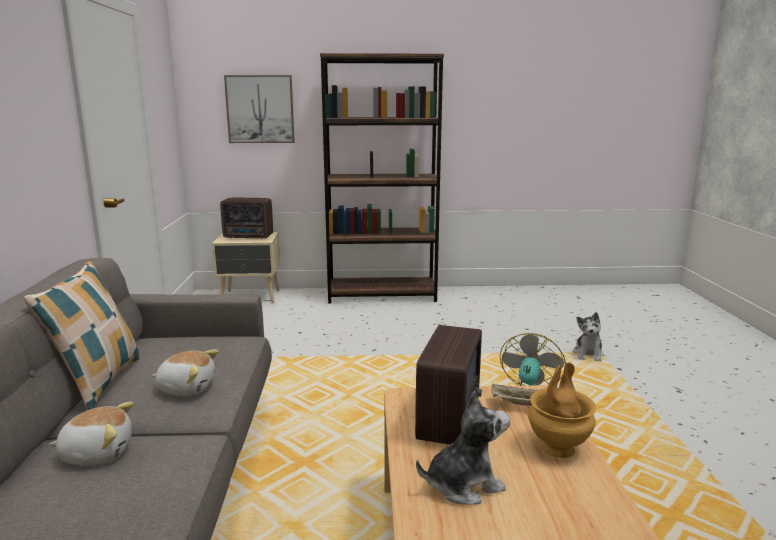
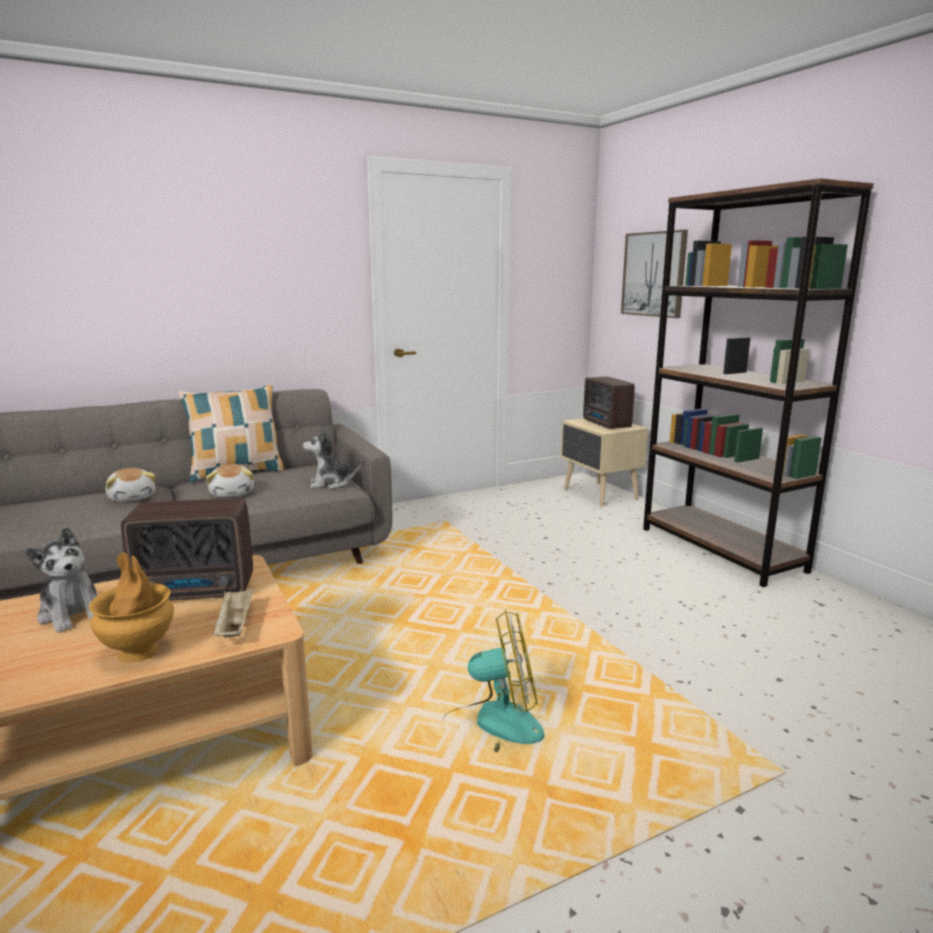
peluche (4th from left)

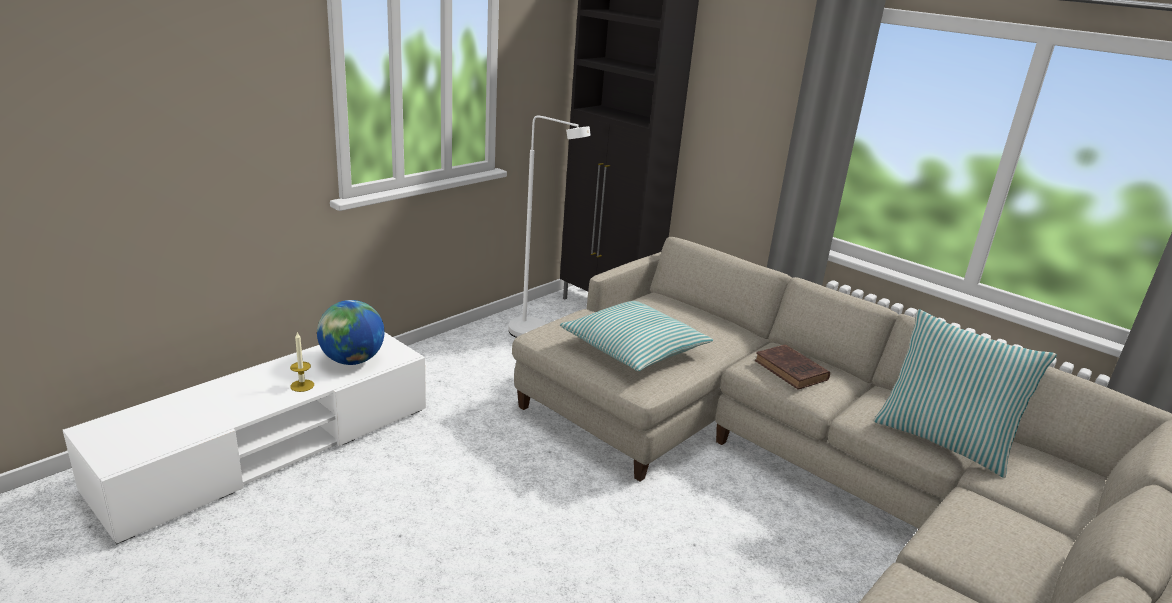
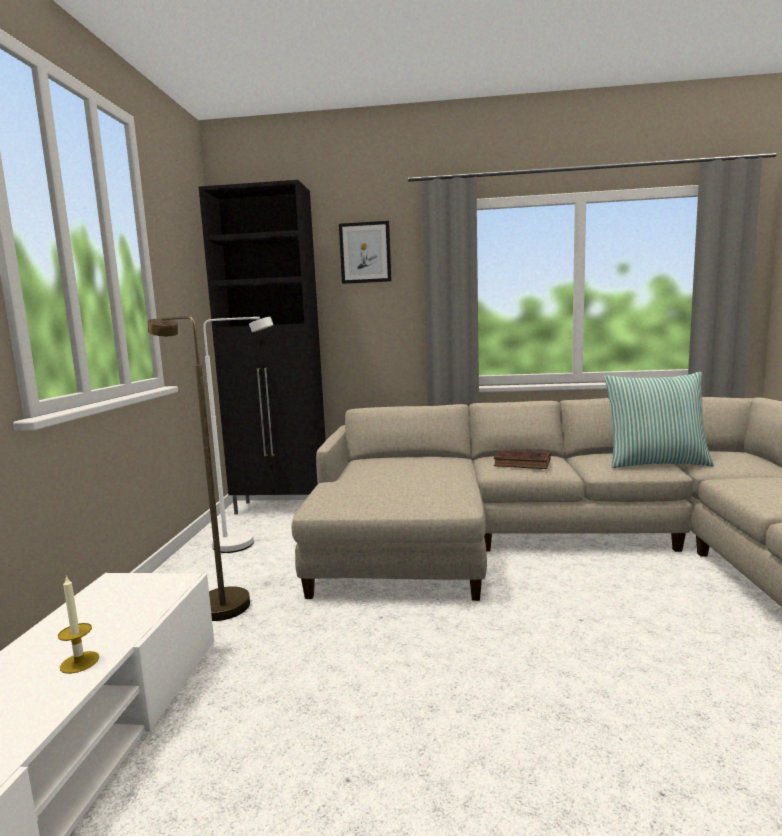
globo terráqueo; cojín (1st from left in the first image); cuadro; lámpara de pie (marrón)

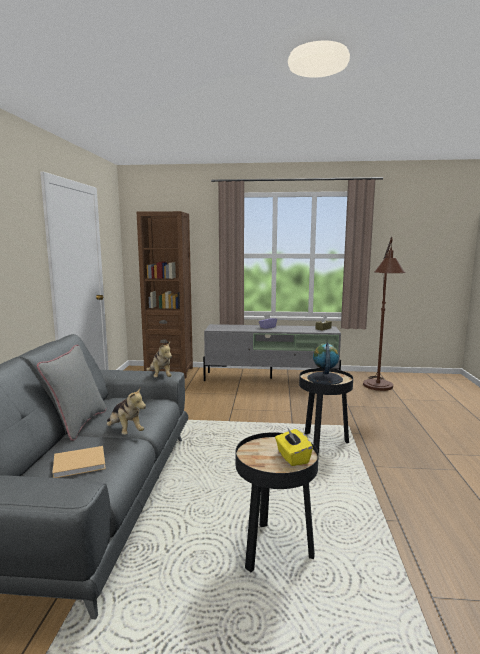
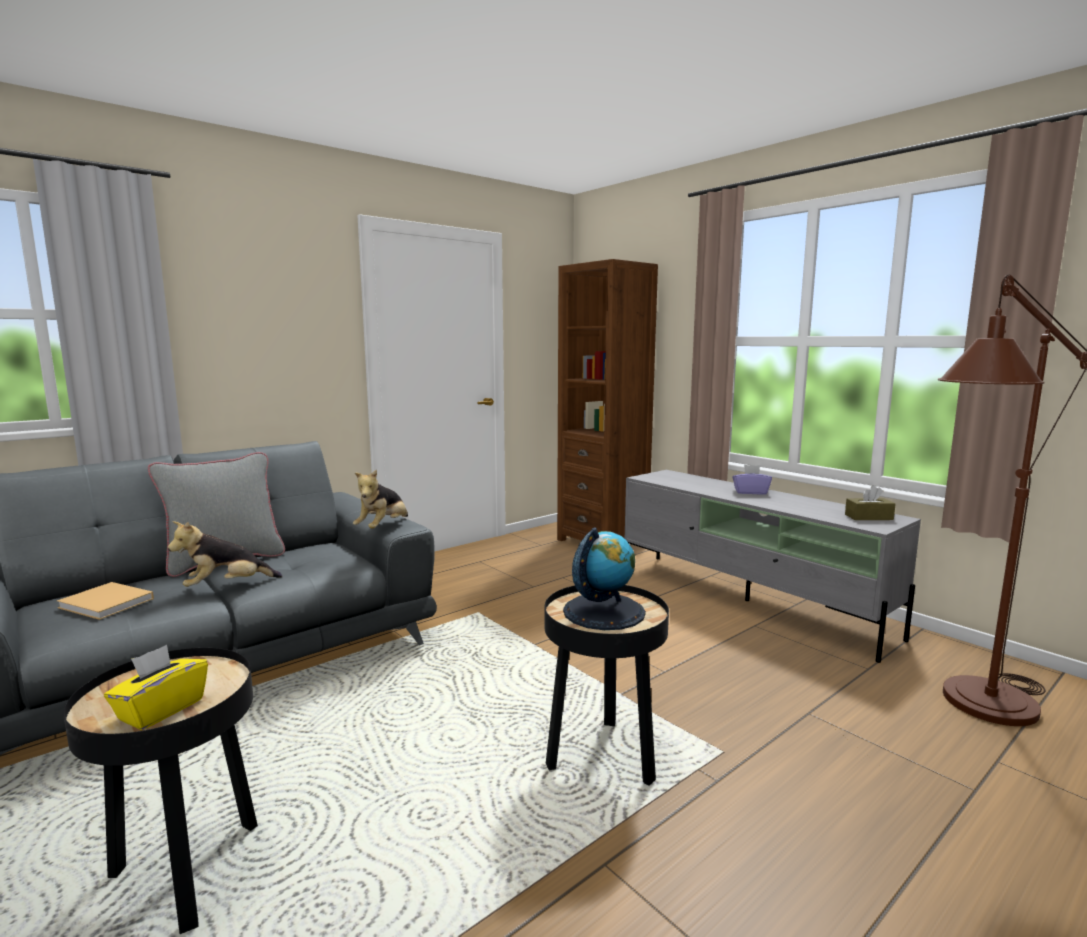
peluche (1st from left)

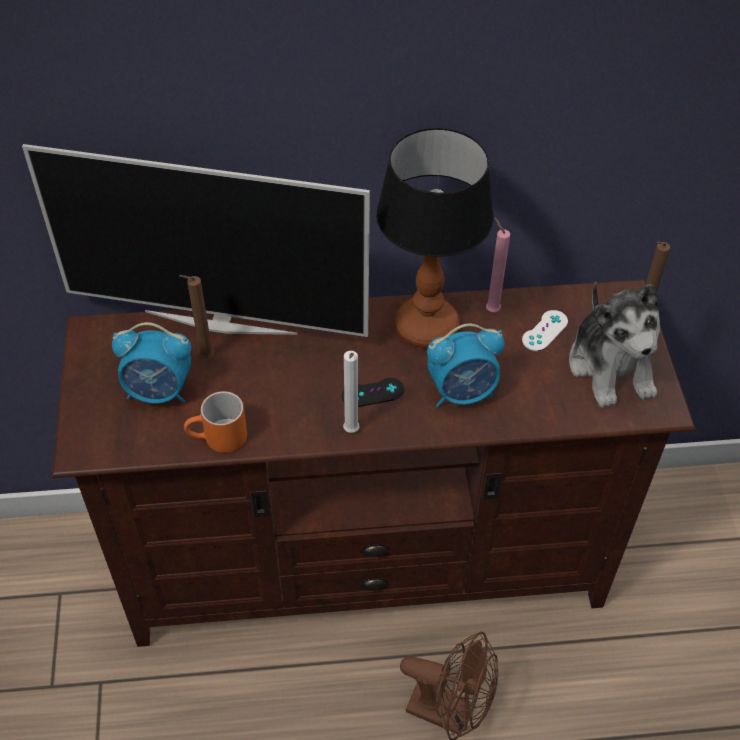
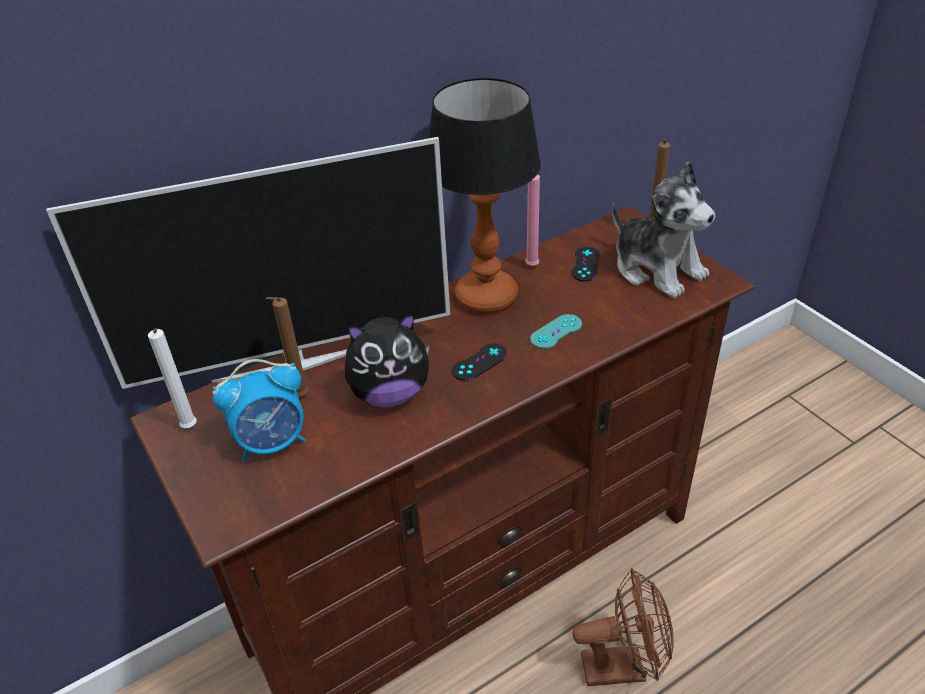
mando de consola (negro) (2nd from left); mando de consola (turquesa); vela (blanco); taza grande (naranja); peluche (1st from left)

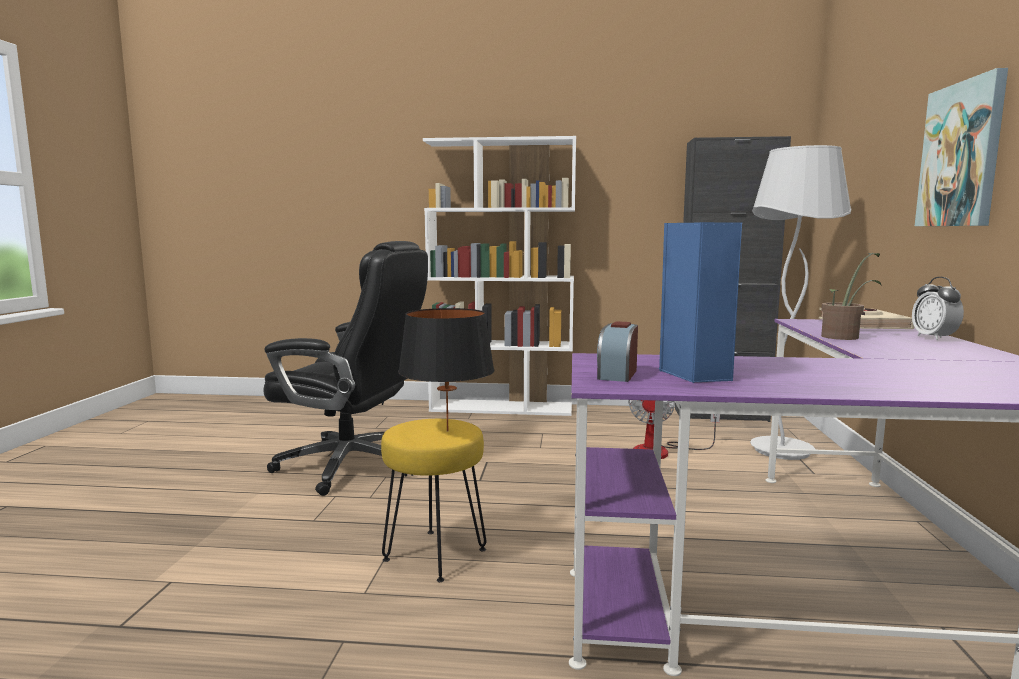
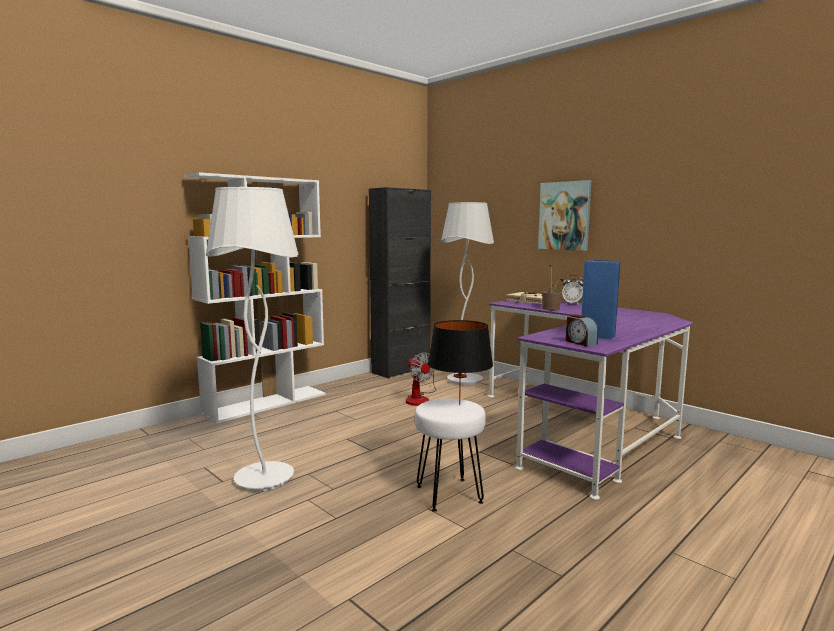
lámpara de pie (blanco) (1st from left); taburete (blanco)

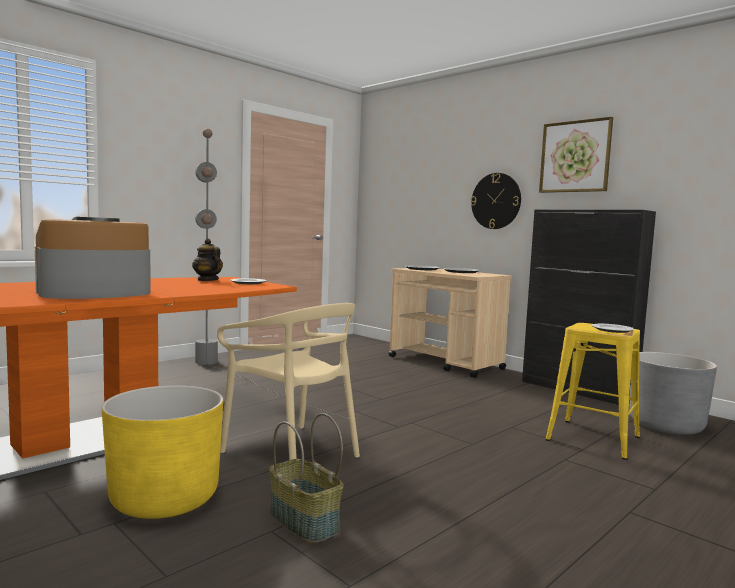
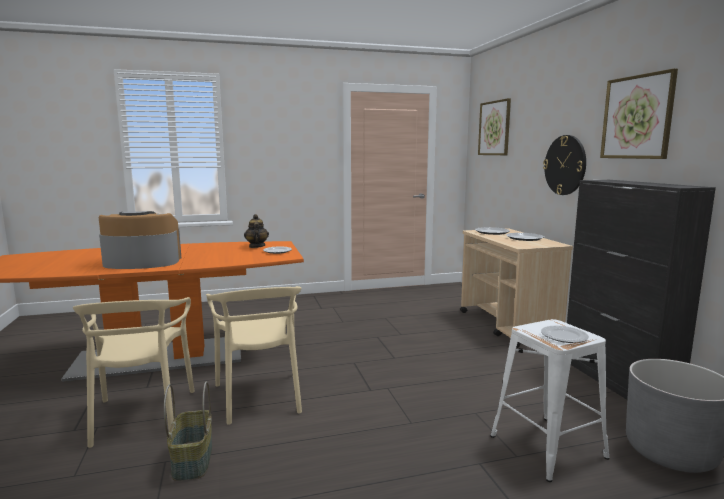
lámpara de pie (gris); taburete (blanco); silla (beis) (1st from left); cuadro (1st from left)

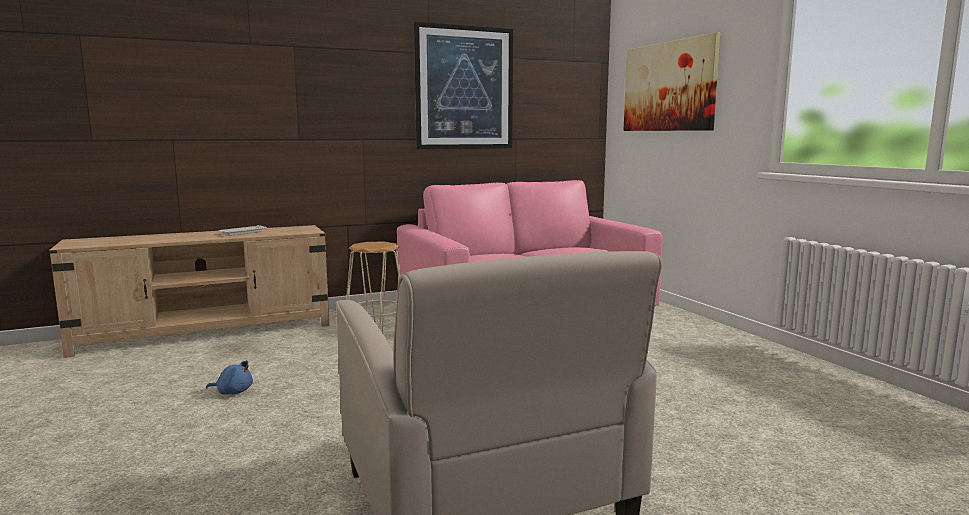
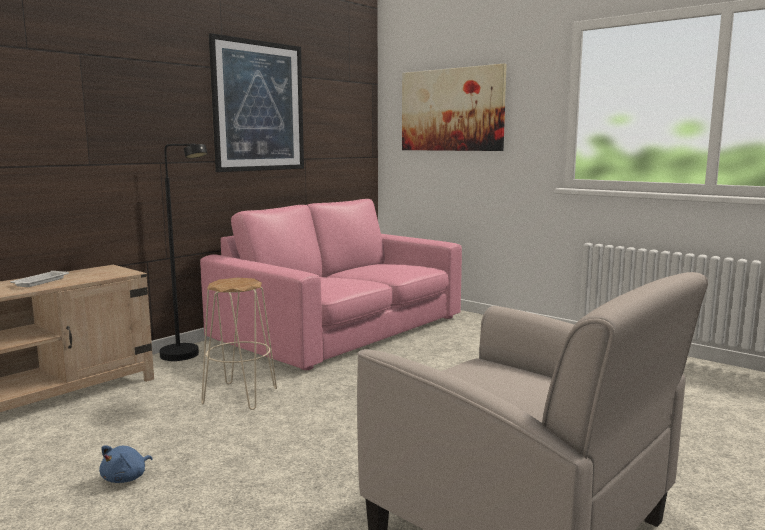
peluche (azul); lámpara de pie (negro)

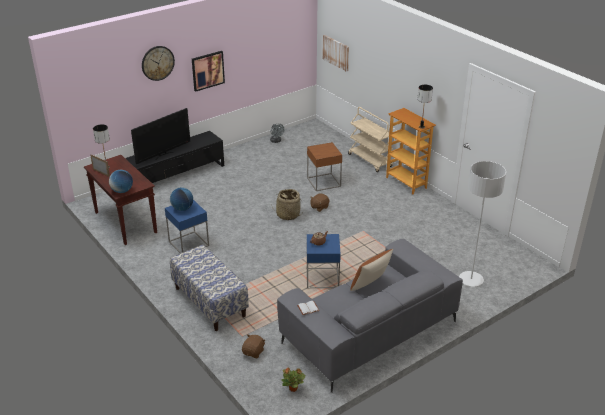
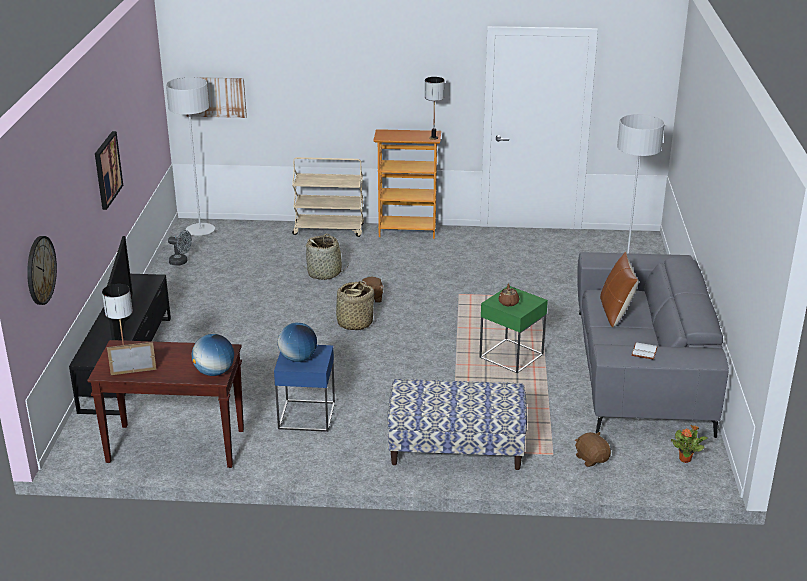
reloj de pared; cesta (1st from left); mesa auxiliar (verde); lámpara de pie (gris) (1st from left)

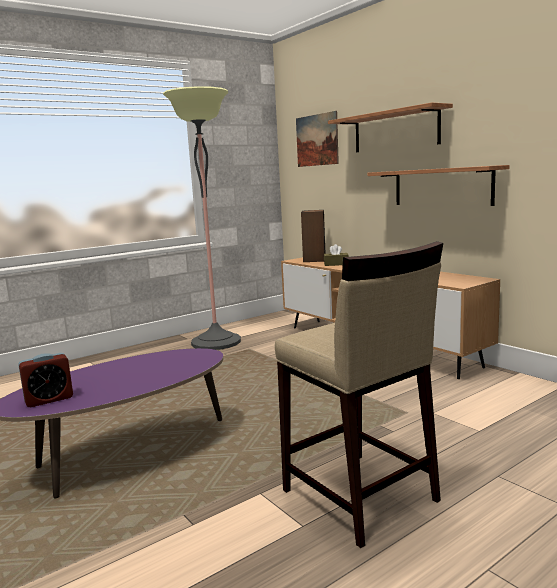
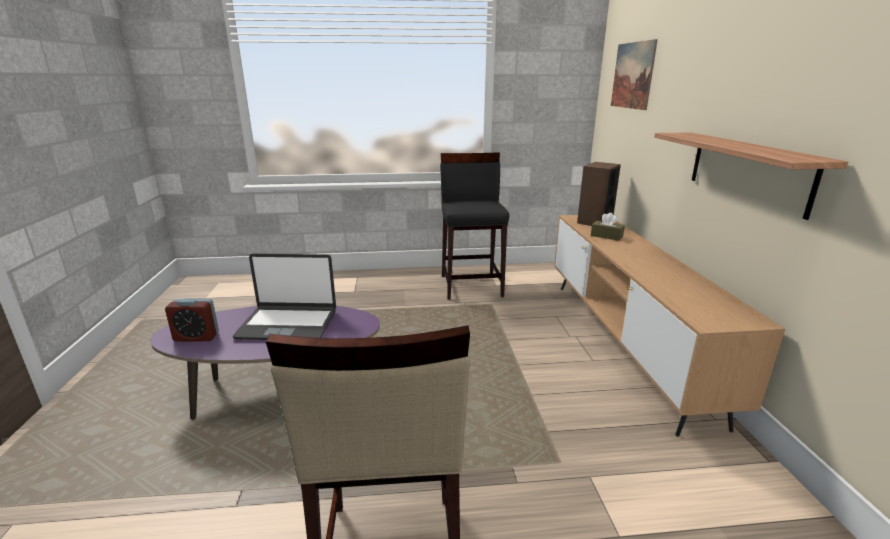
taburete (negro); estante (1st from left in the first image); portátil

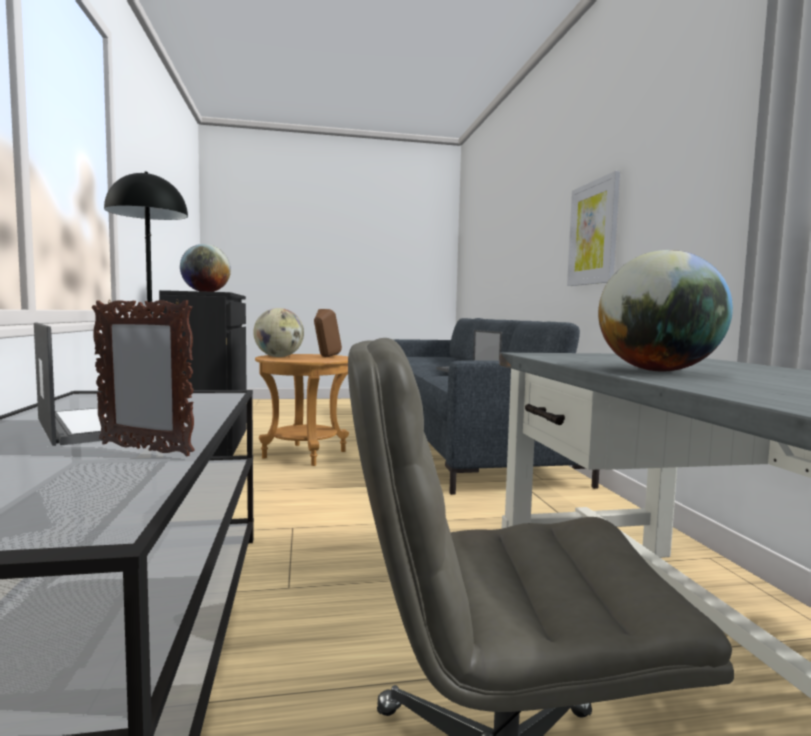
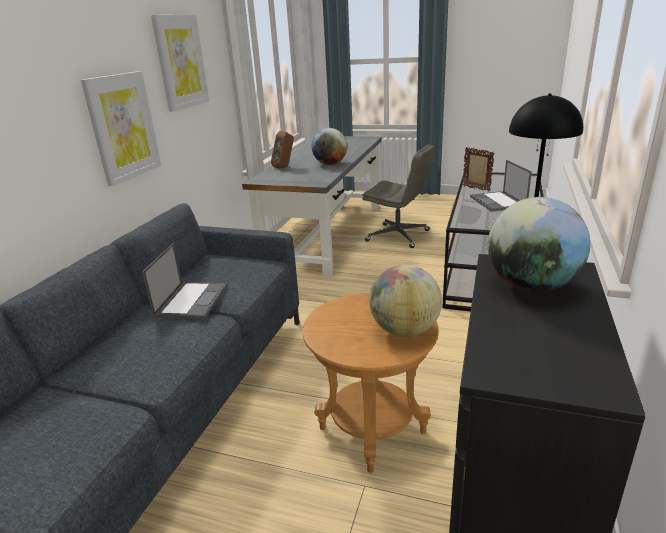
altavoz (marrón); cuadro (2nd from left)

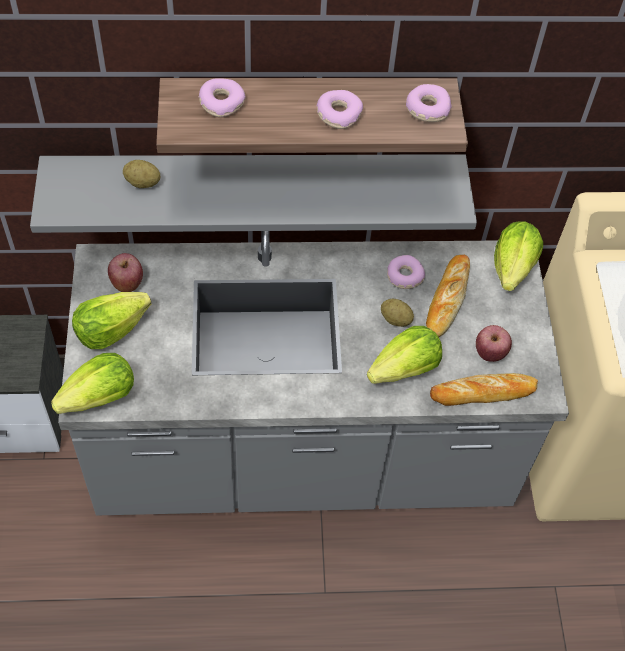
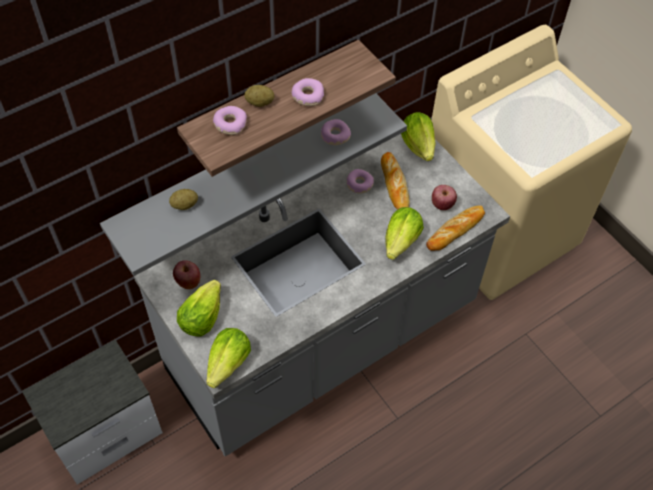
rosquilla (3rd from left); patata (2nd from left)

